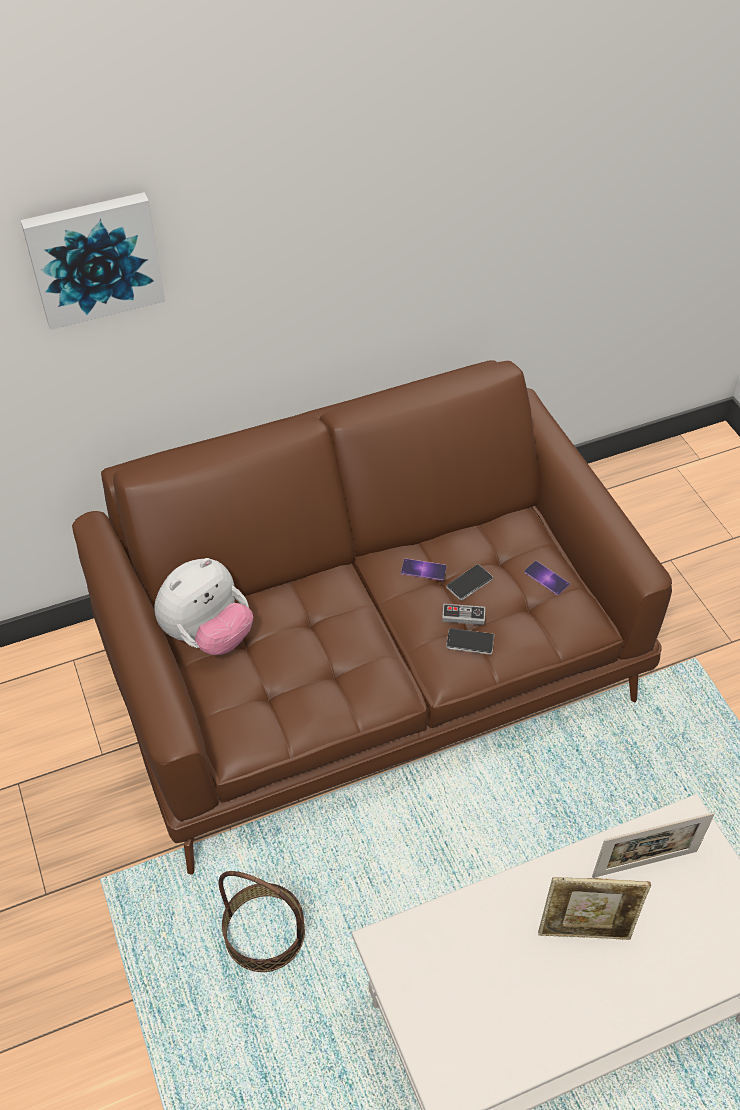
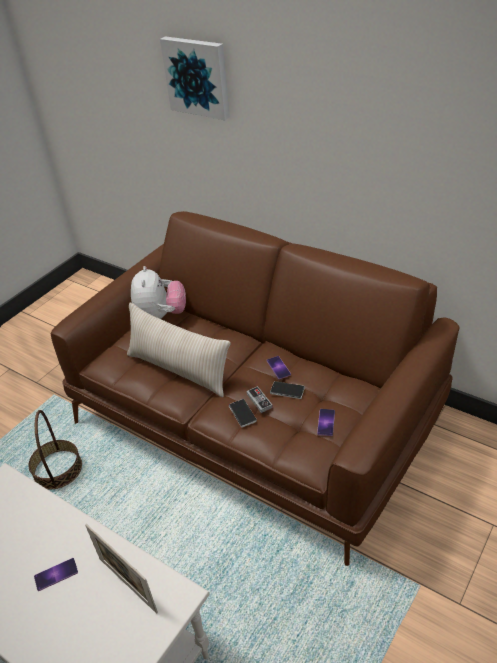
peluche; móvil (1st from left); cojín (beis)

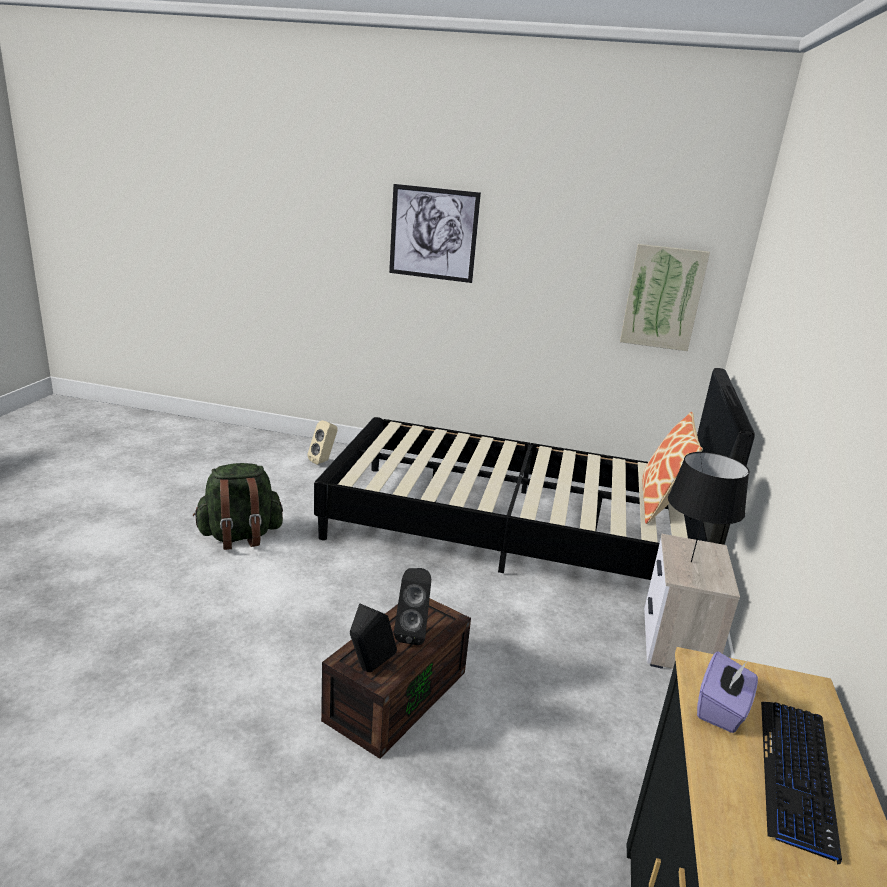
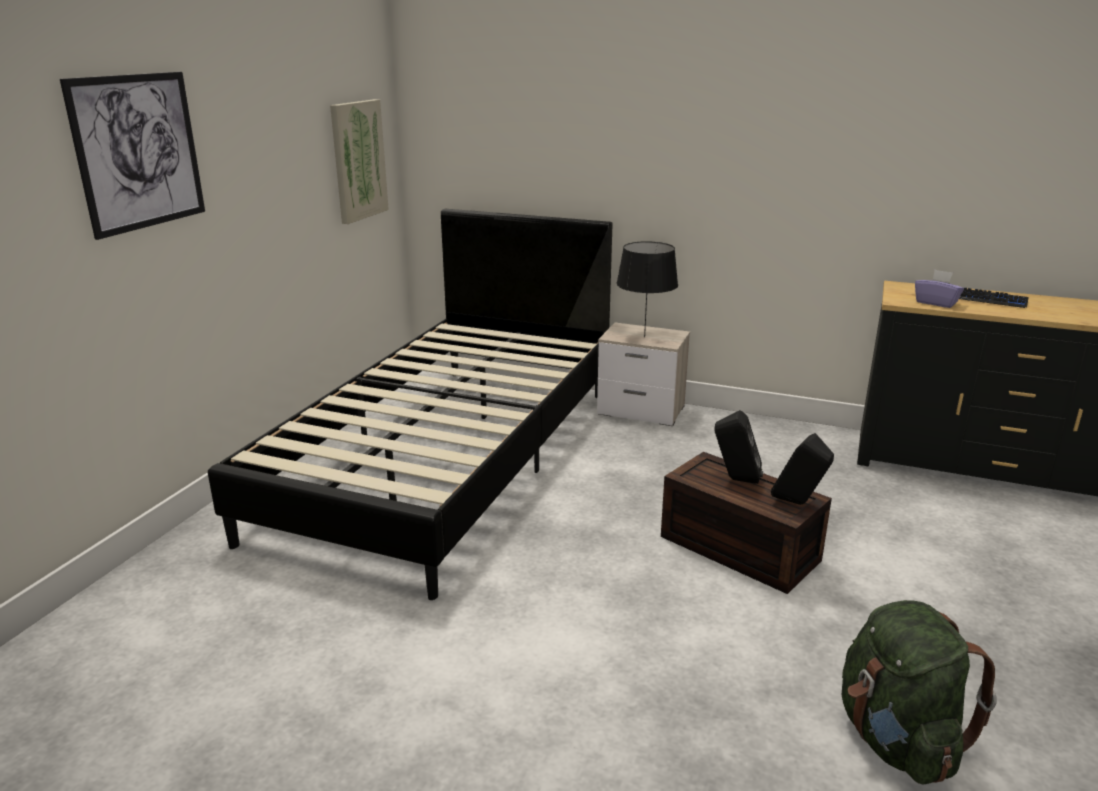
cojín; altavoz (beis); mochila (verde)

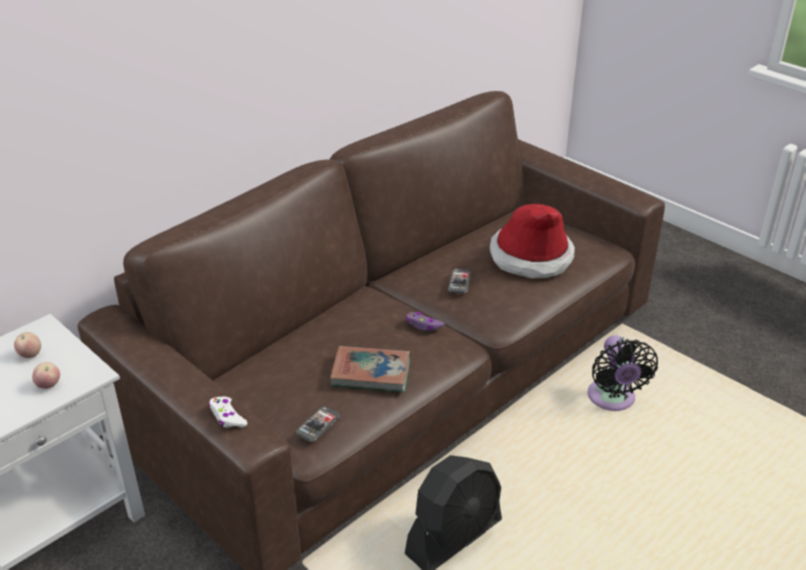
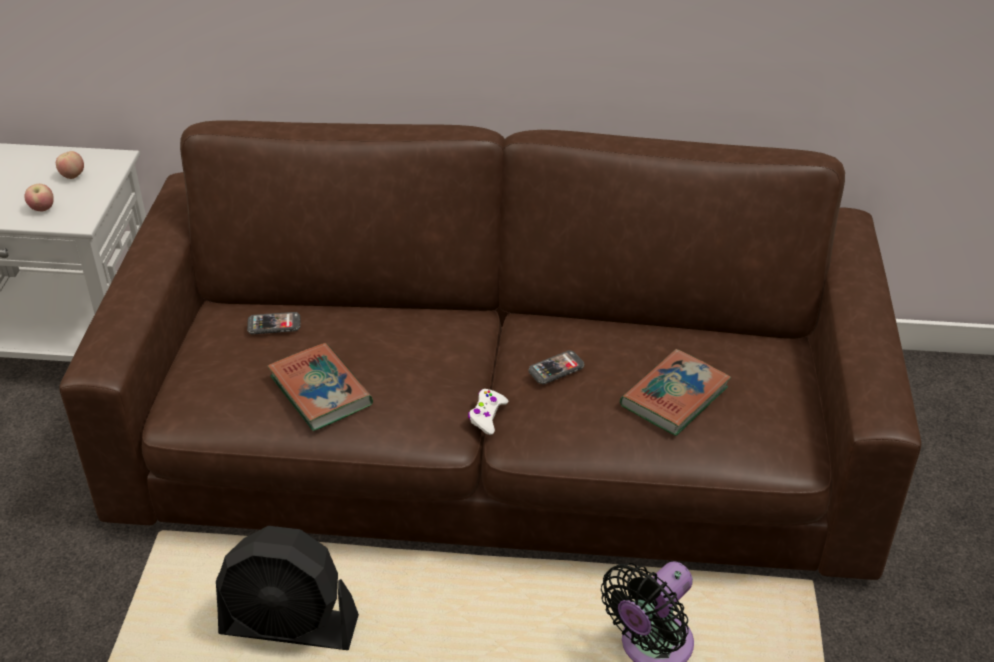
libro (2nd from left); mando de consola (morado); mando de consola (blanco); móvil (1st from left)

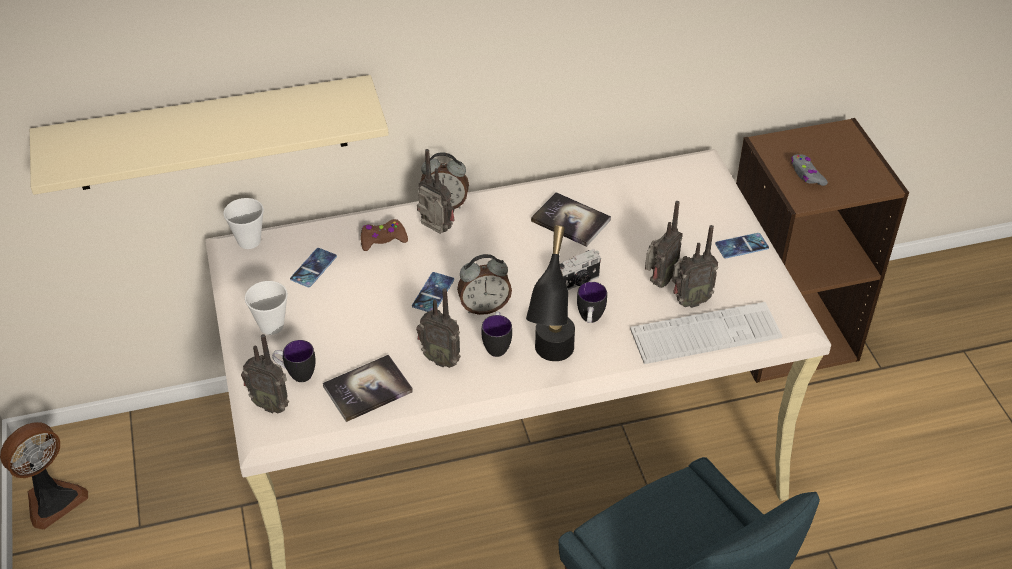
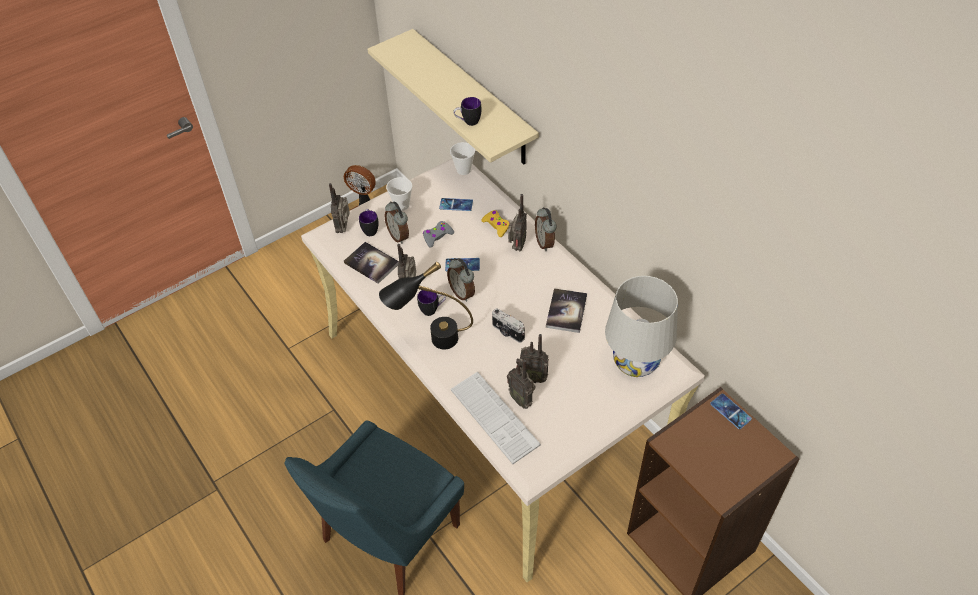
mando de consola (gris); mando de consola (amarillo); móvil (3rd from left); taza grande (3rd from left); despertador (1st from left); lámpara de mesa (blanco)

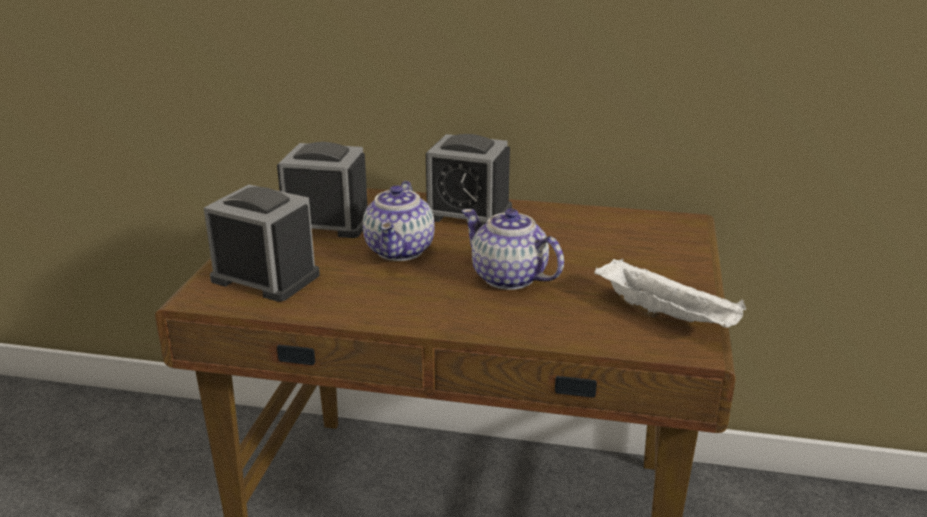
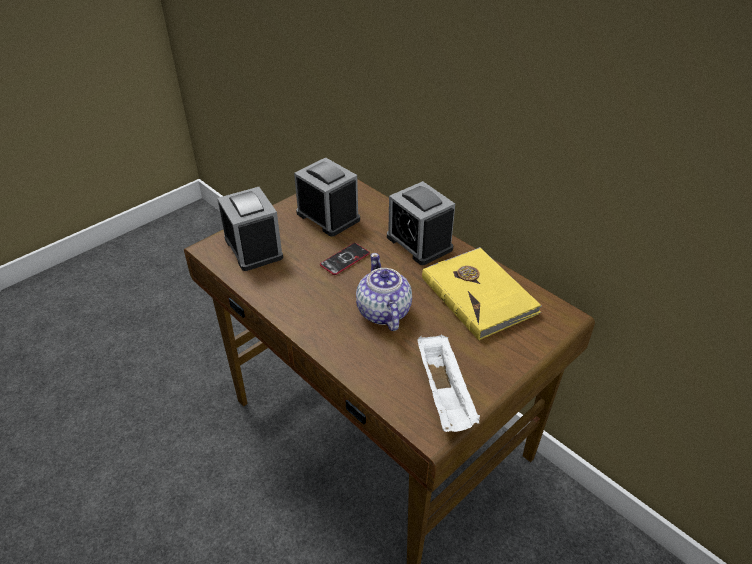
móvil; libro (amarillo)

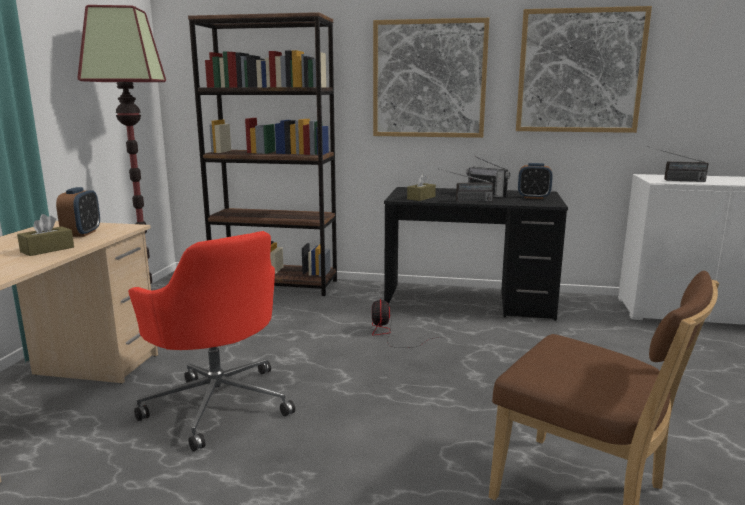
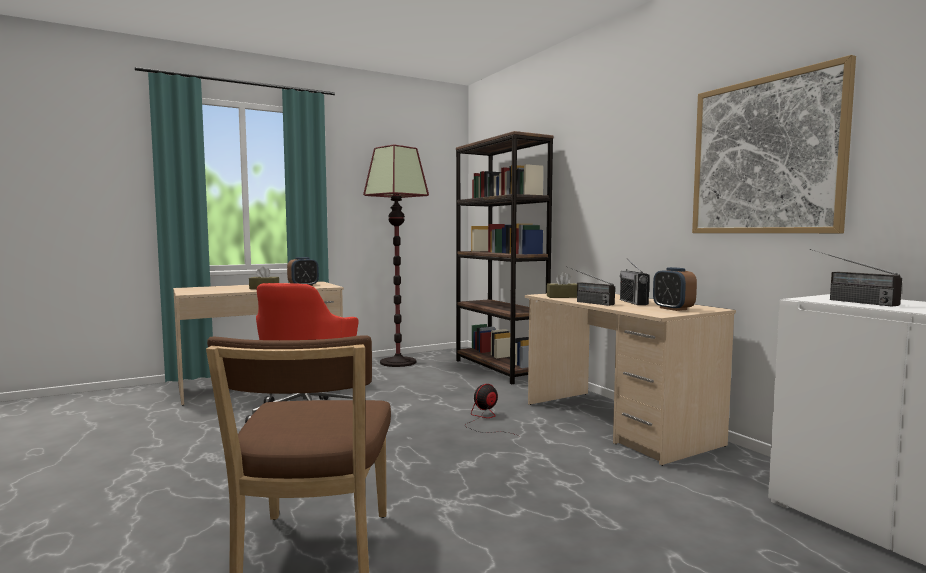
cuadro (1st from left in the first image); escritorio (beis) (2nd from left)

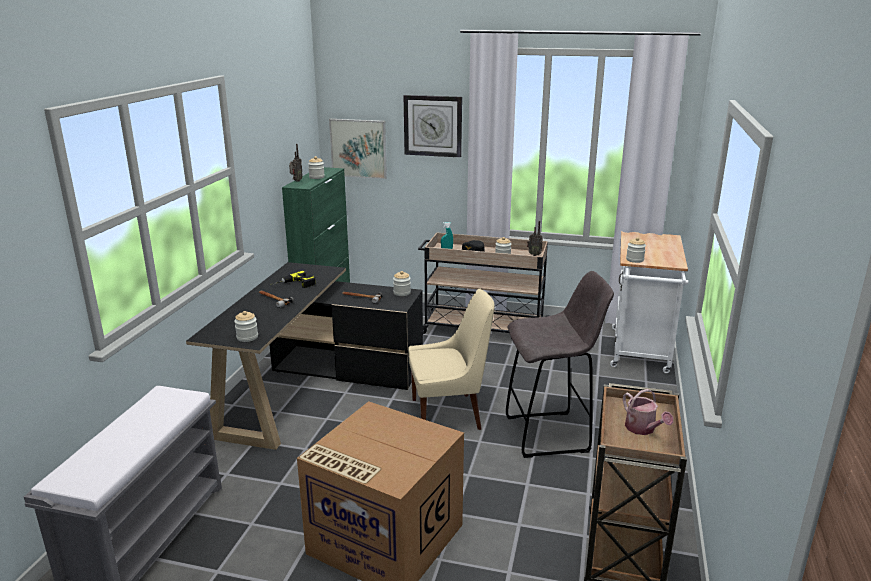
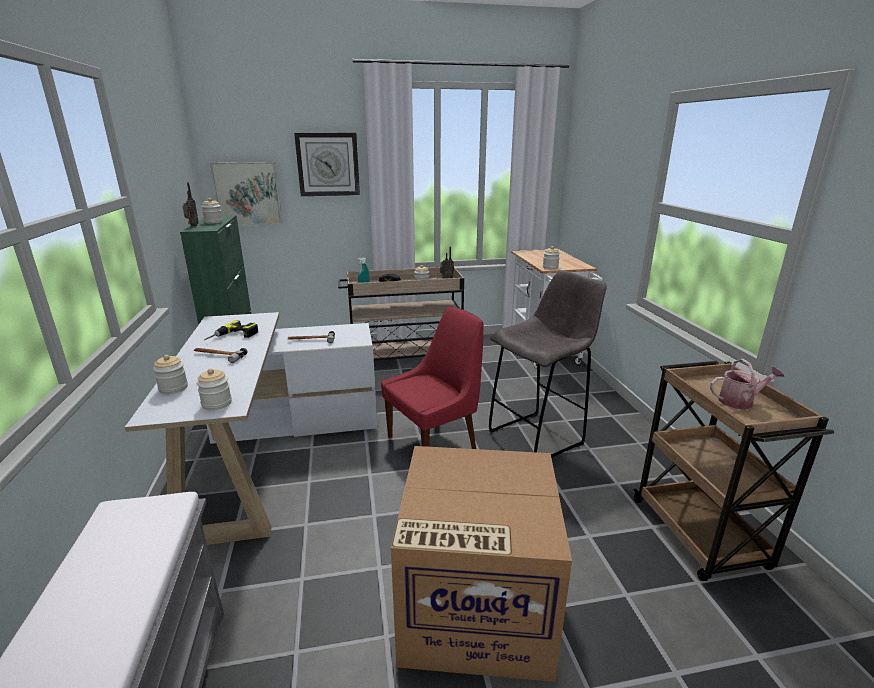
escritorio (blanco); tarro (1st from left); silla (rojo); regadera

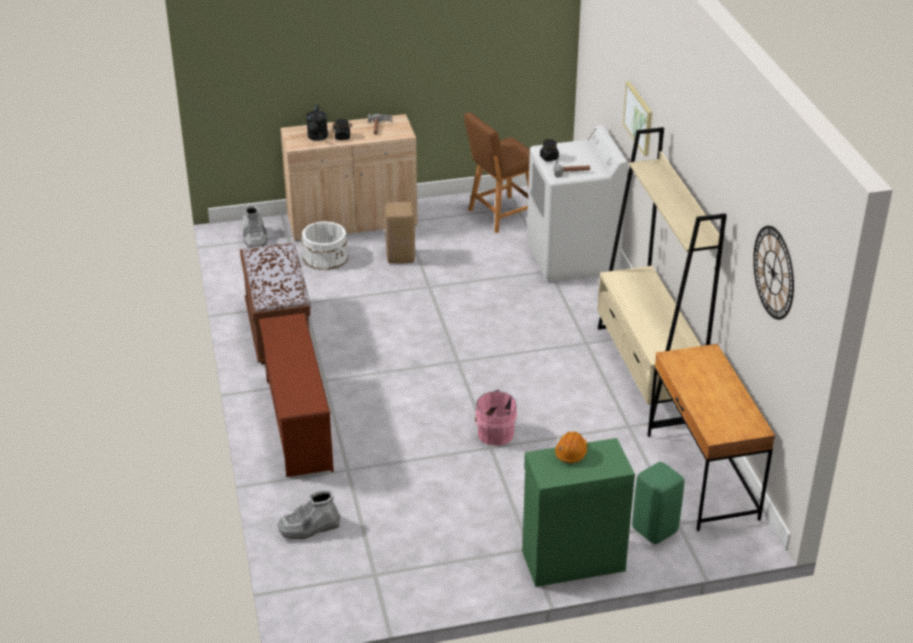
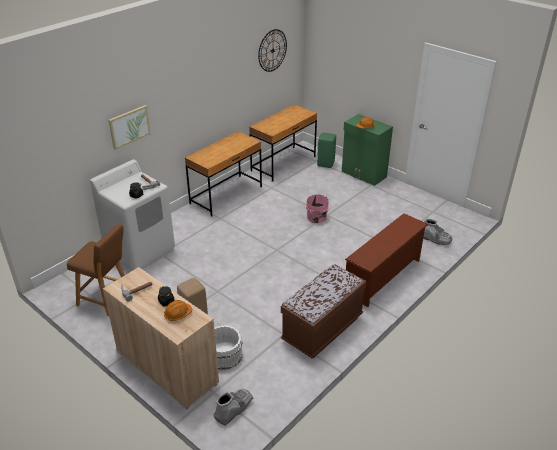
casco (naranja) (1st from left); escritorio (marrón) (1st from left)

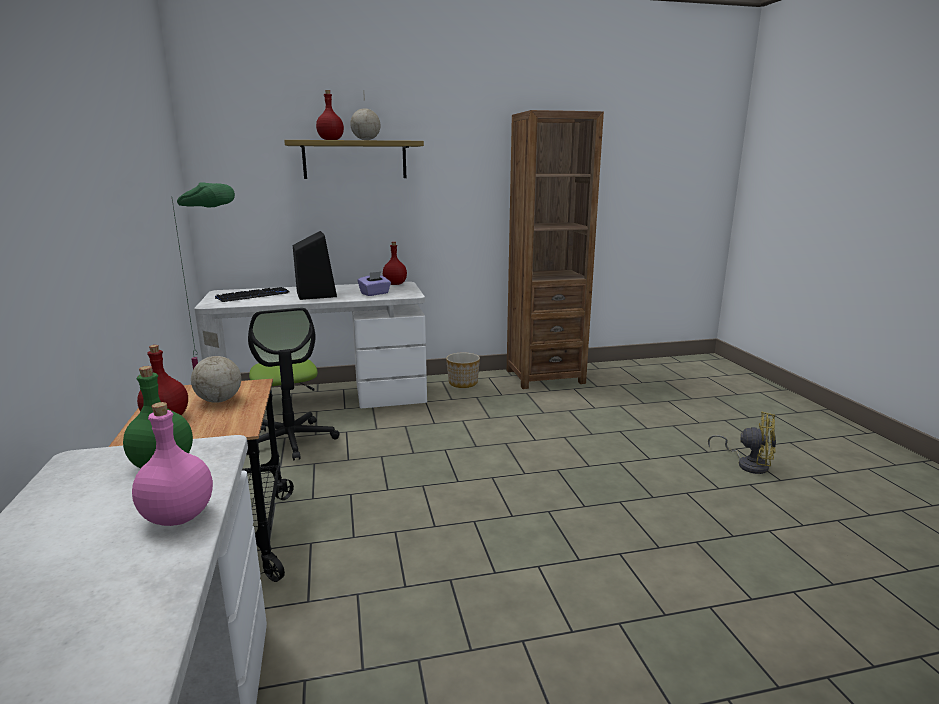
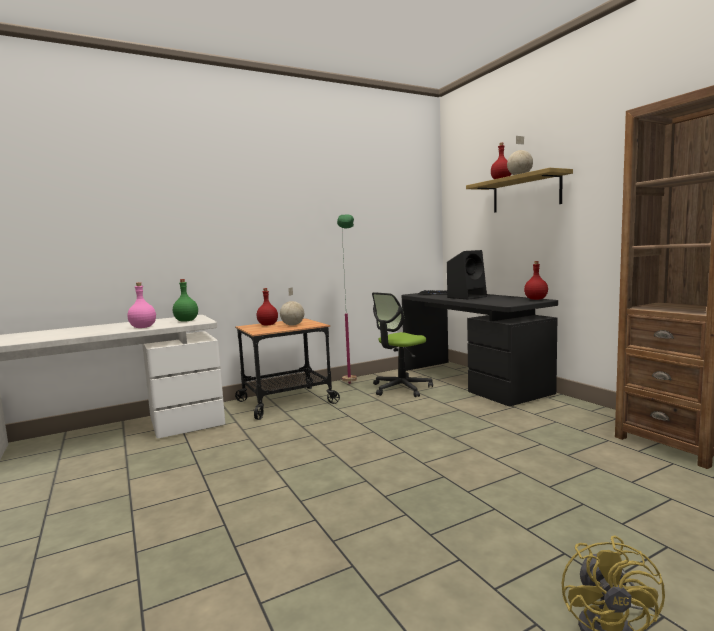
caja de pañuelos (morado); escritorio (negro); maceta

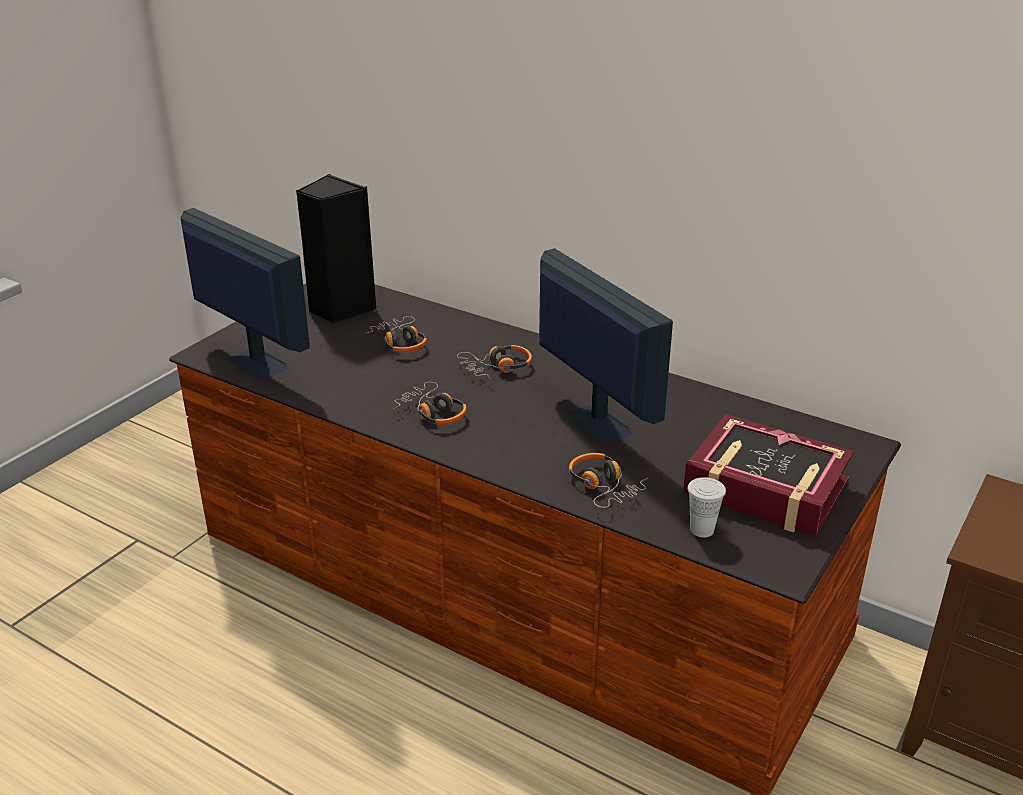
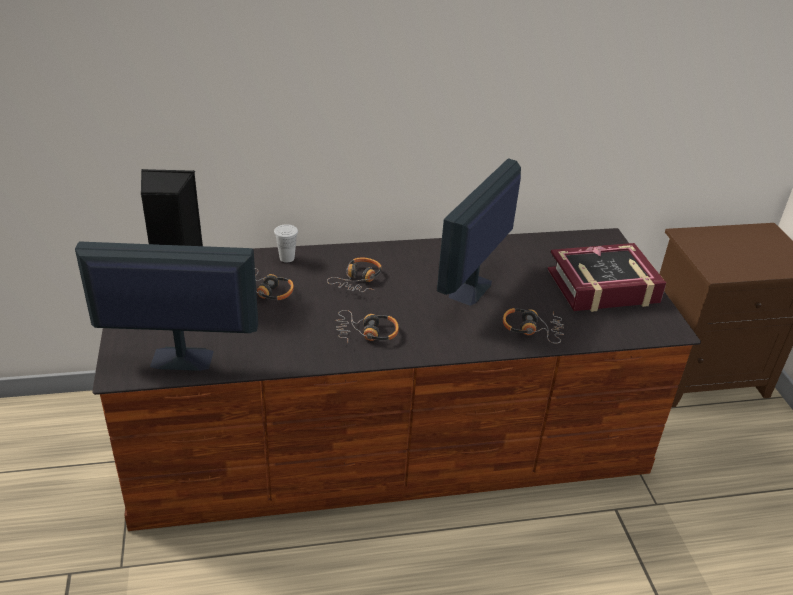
monitor (2nd from left); taza (blanco)

